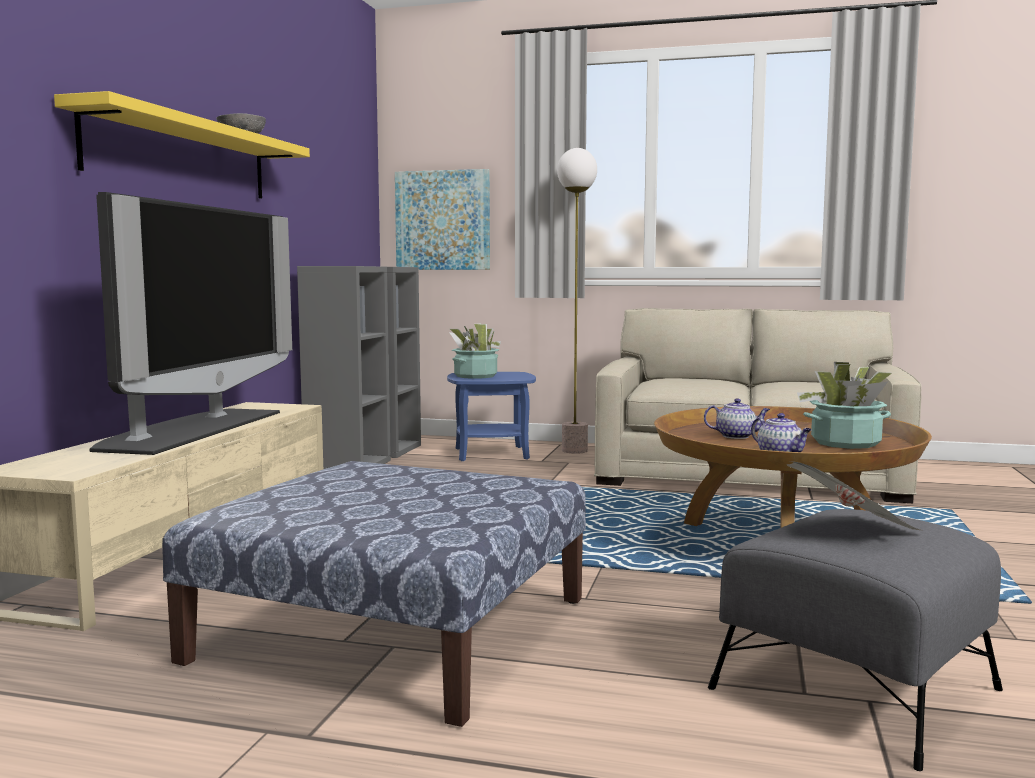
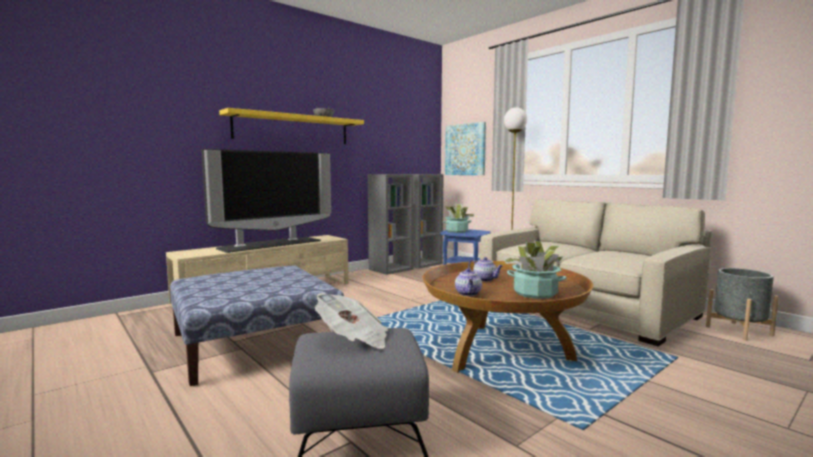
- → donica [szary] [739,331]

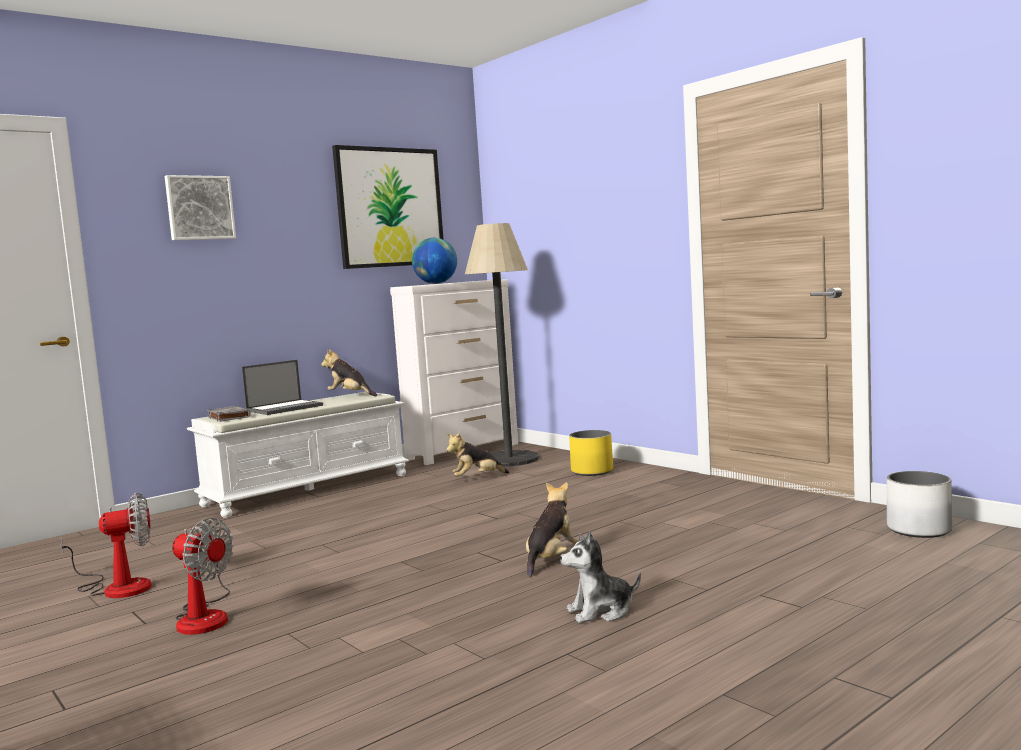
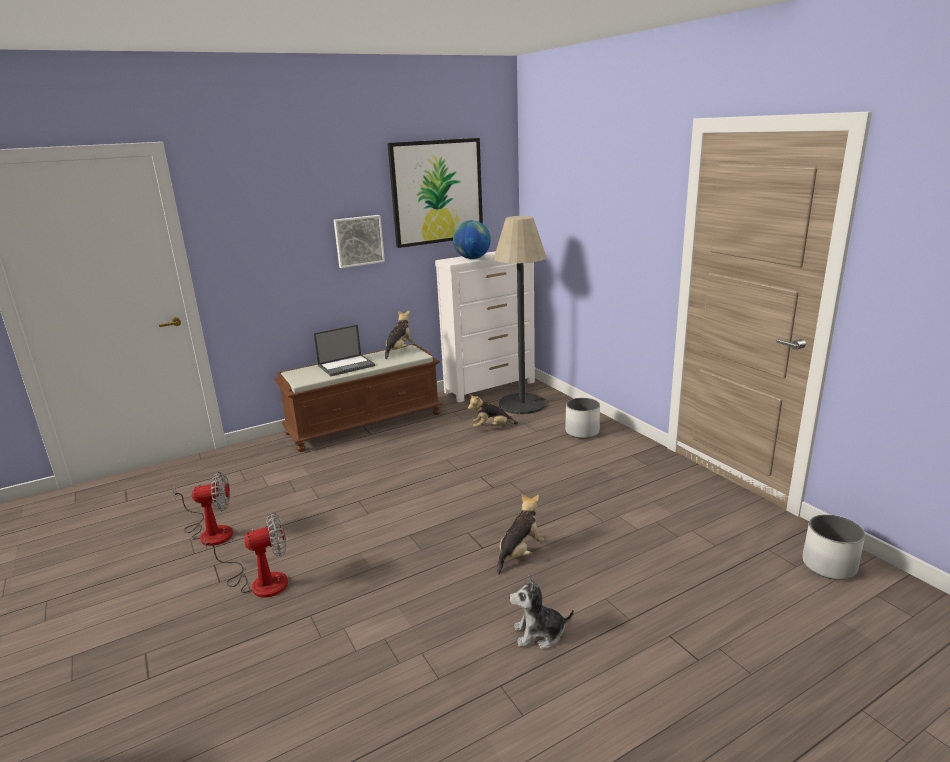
obraz [199,208] → obraz [358,241], moved
wentylator [205,616] → wentylator [260,581], 60 degrees counterclockwise
ławka [biały] [308,489] → ławka [brązowy] [365,423]
książka [szary] [228,417] → -
pluszak [350,395] → pluszak [399,350], 75 degrees clockwise
donica [żółty] [592,471] → donica [biały] [582,432]

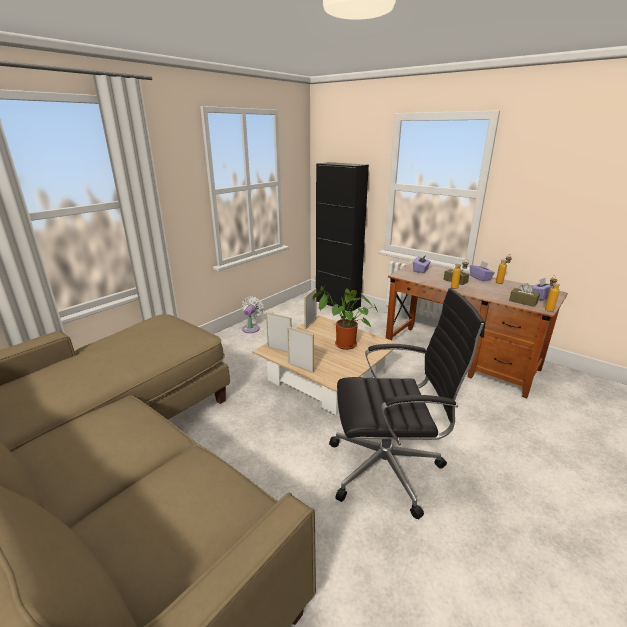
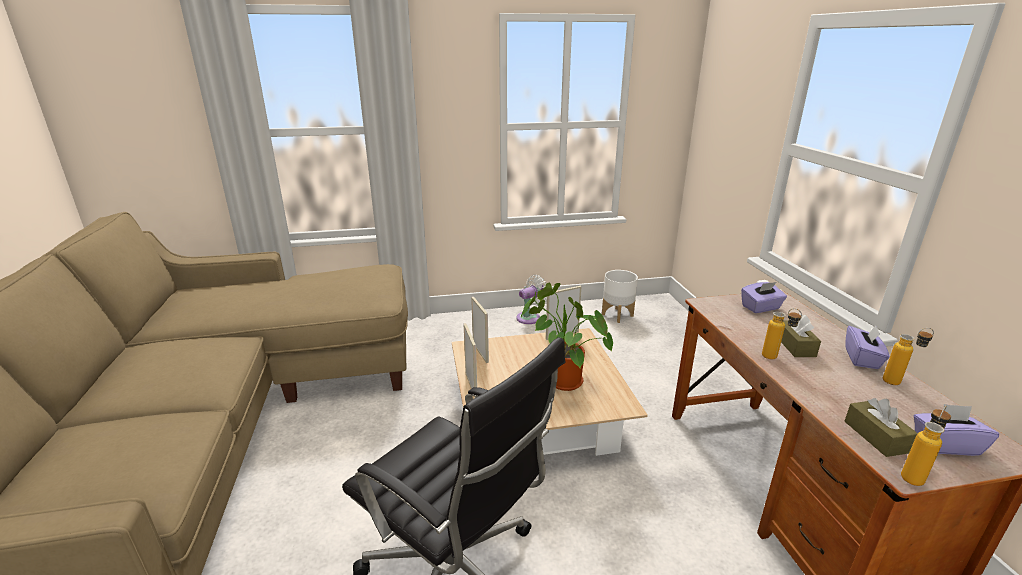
szafka [czarny] [338,304] → -
- → donica [biały] [617,315]

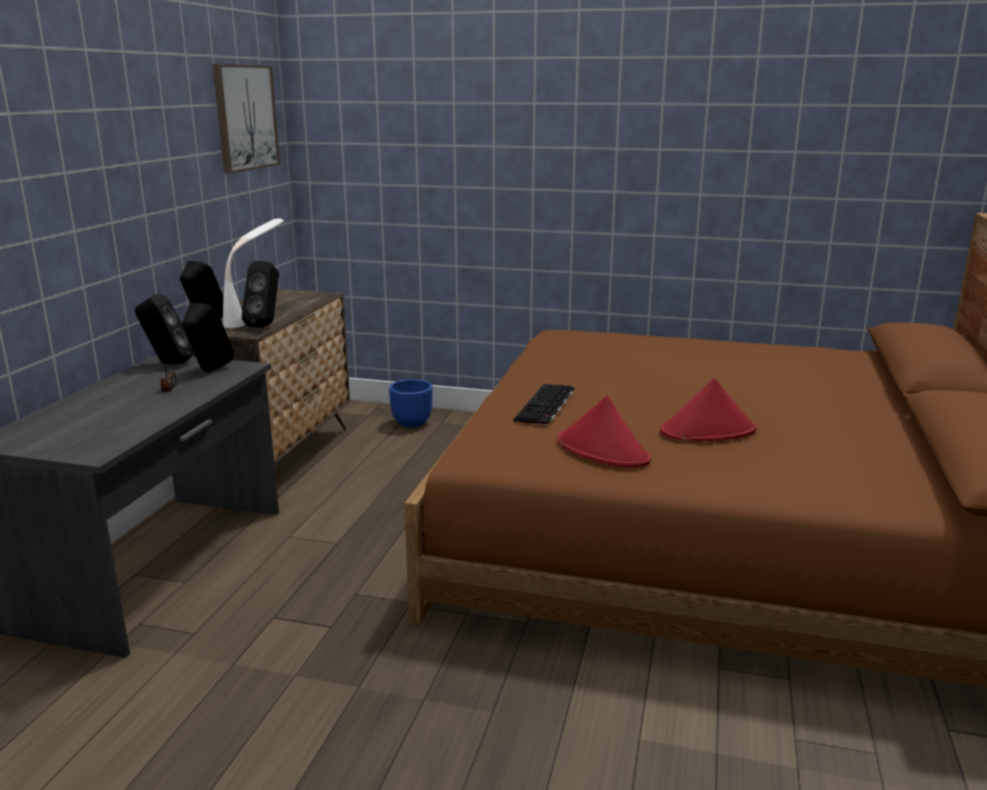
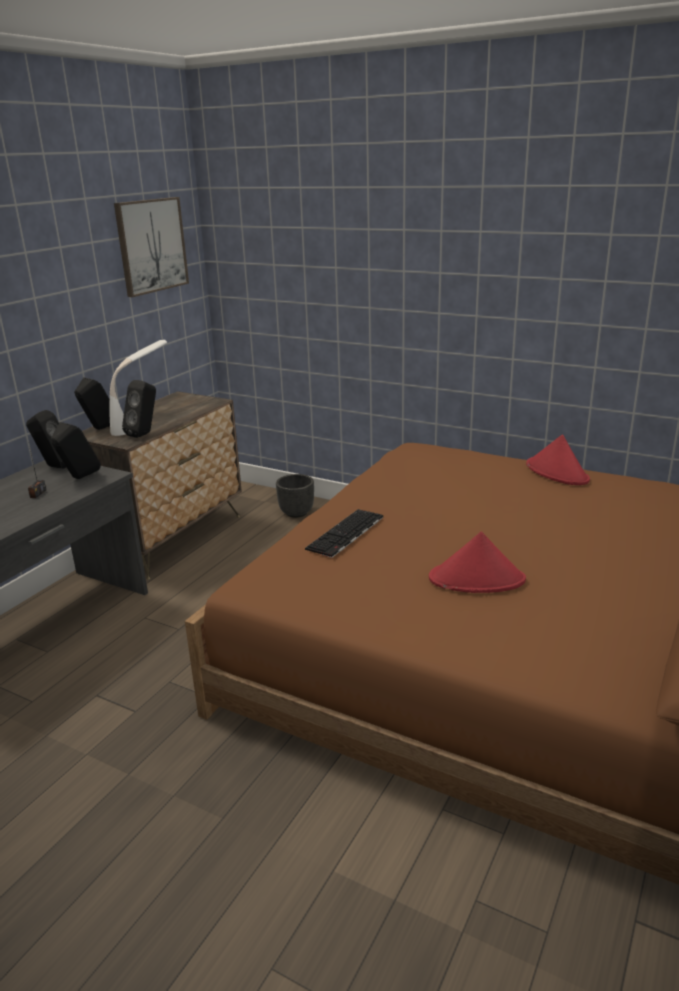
donica [niebieski] [412,423] → donica [czarny] [297,513]
kapelusz [czerwony] [603,451] → kapelusz [czerwony] [557,472], moved

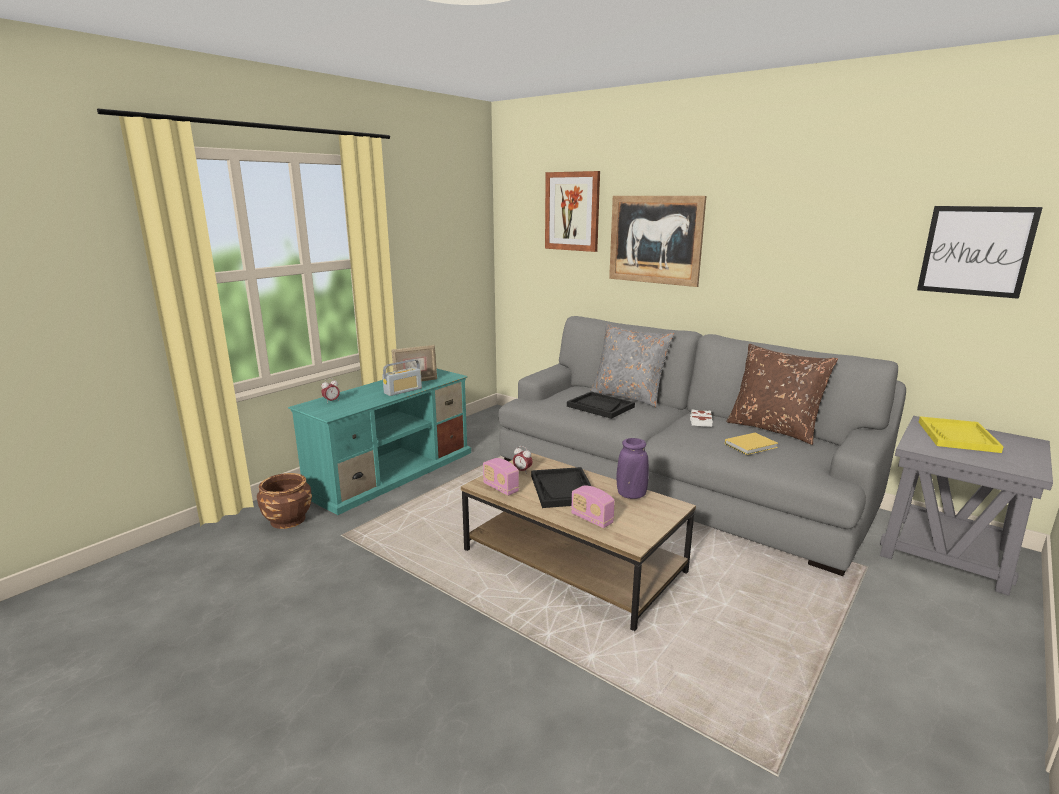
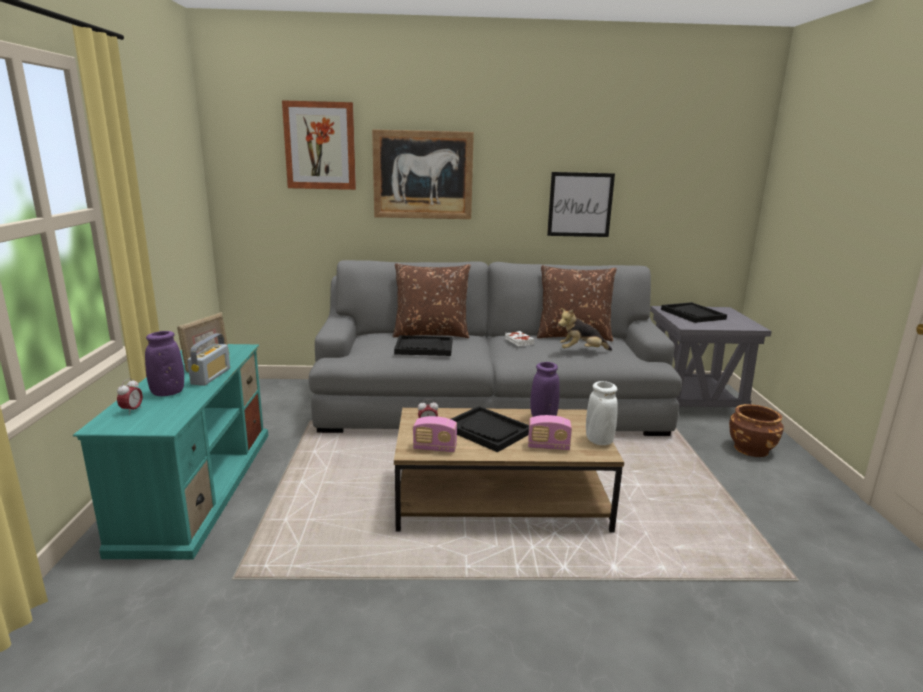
donica [brązowy] [288,520] → donica [brązowy] [751,449], moved
poduszka [szary] [628,396] → poduszka [brązowy] [431,333]
książka [żółty] [752,445] → pluszak [581,351]
obraz [975,251] → obraz [580,204], moved
taca [żółty] [957,436] → taca [czarny] [693,314]
- → wazon [fioletowy] [168,393]
- → wazon [biały] [599,441]

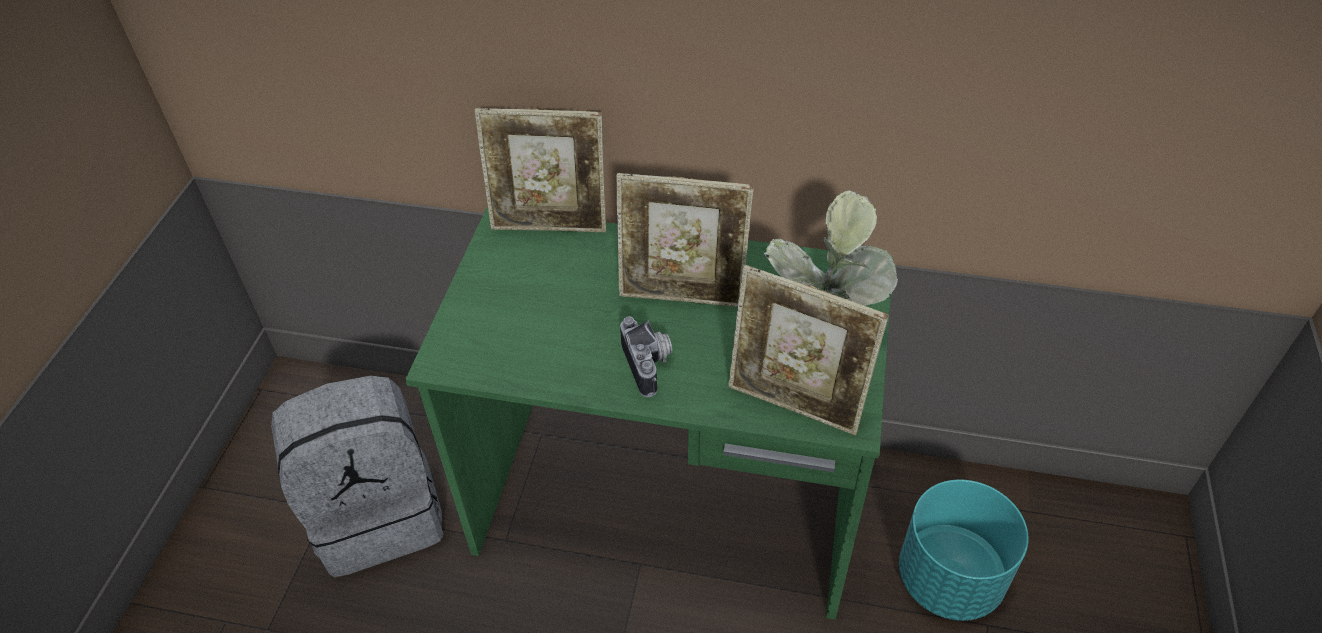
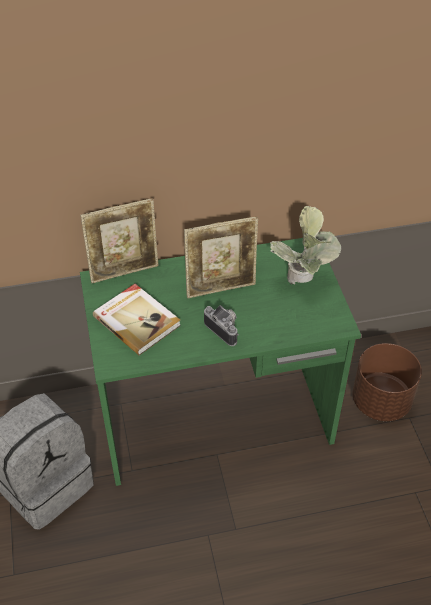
ramka na zdjęcie [795,405] → -
donica [turkusowy] [950,578] → donica [brązowy] [381,401]
- → książka [137,320]

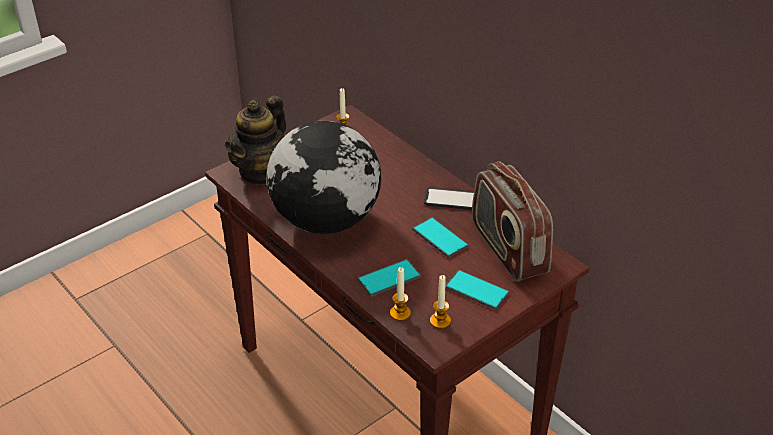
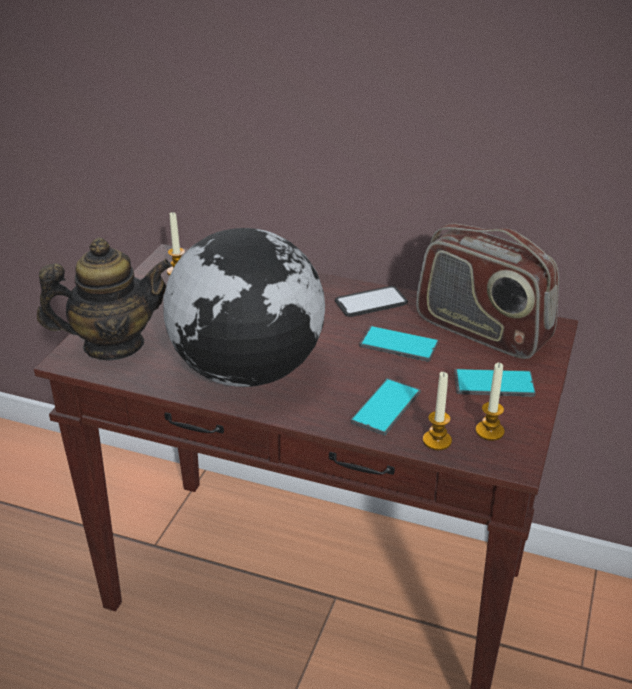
imbryk [261,172] → imbryk [113,345], 105 degrees counterclockwise

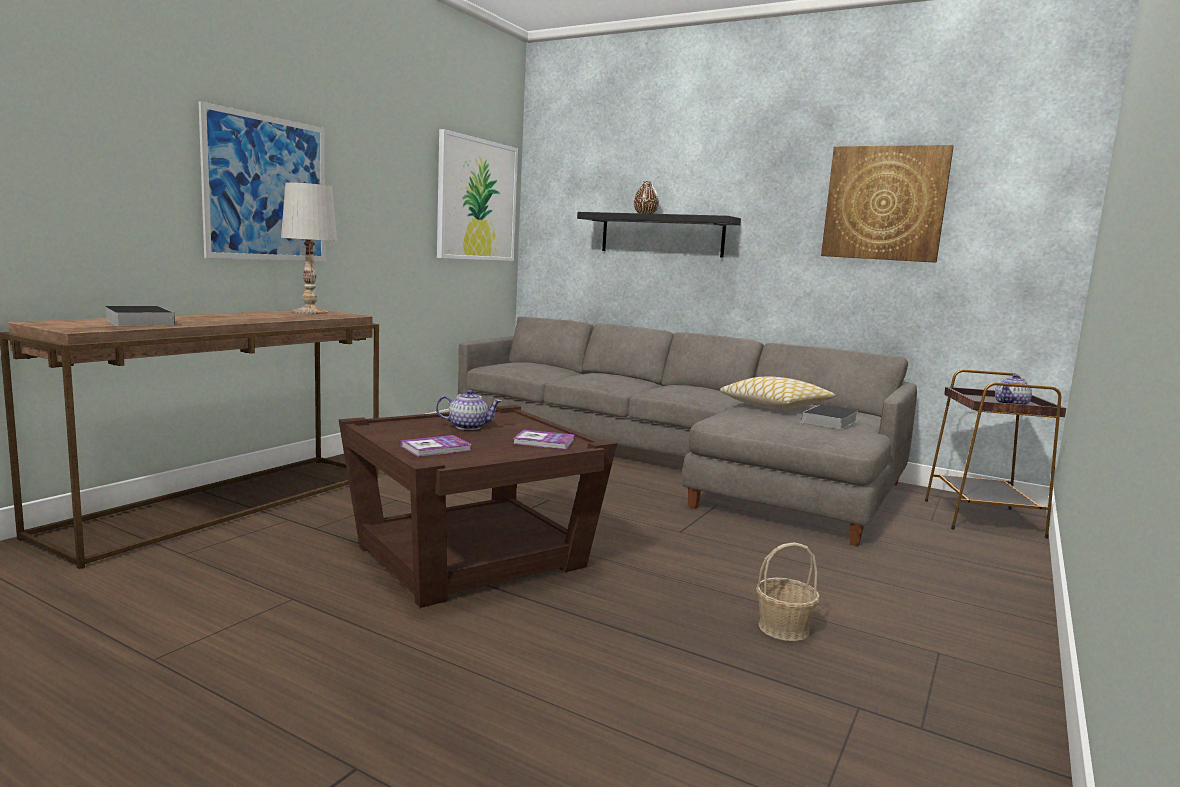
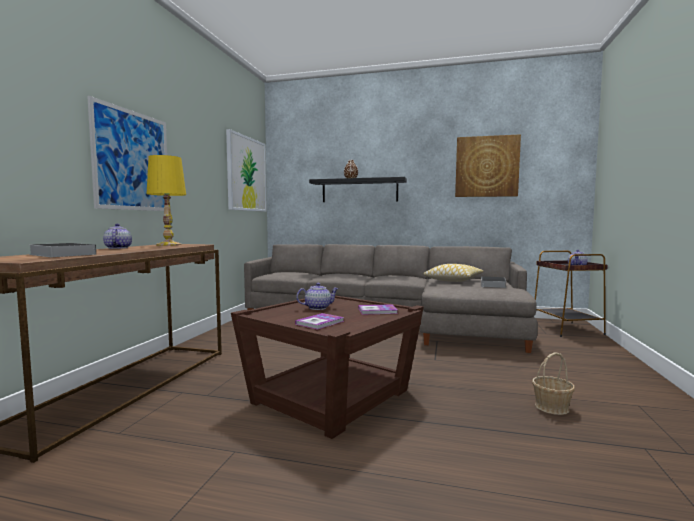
lampa stołowa [biały] [309,312] → lampa stołowa [żółty] [168,244]
- → imbryk [117,248]

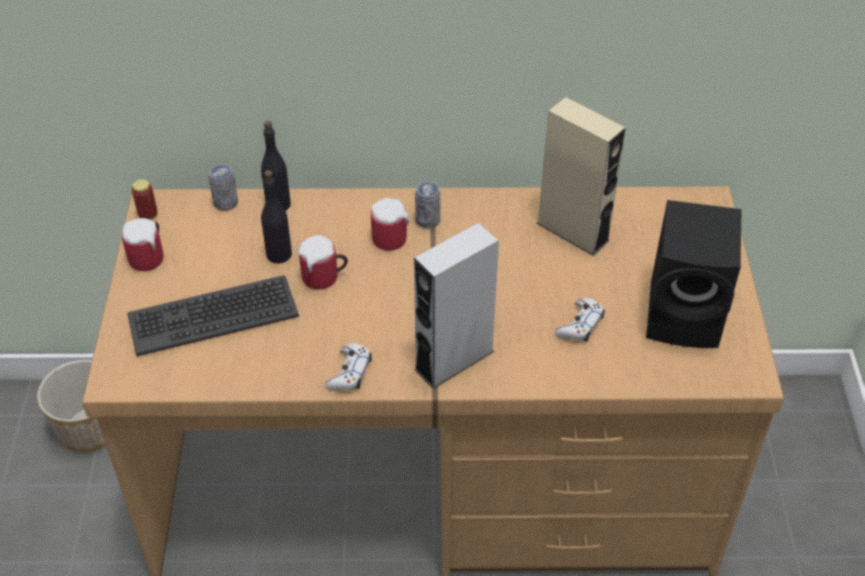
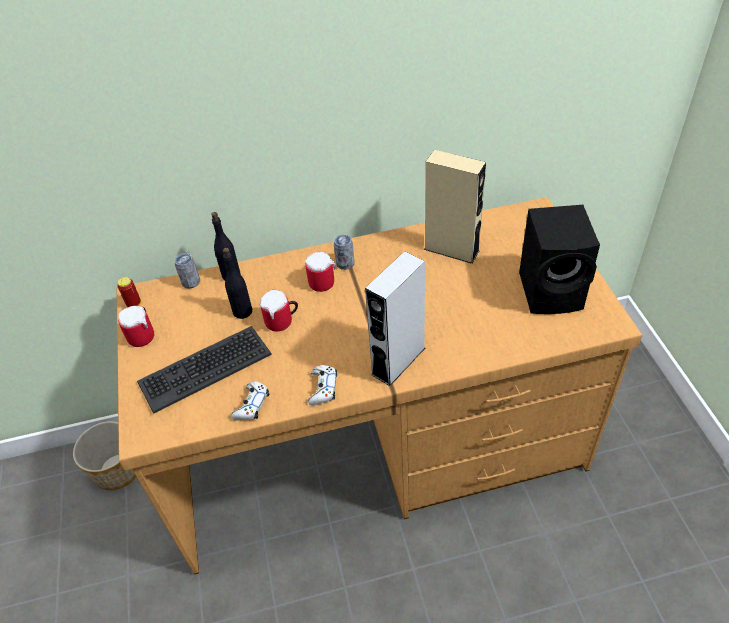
pad do gier [biały] [580,325] → pad do gier [biały] [251,405], moved

